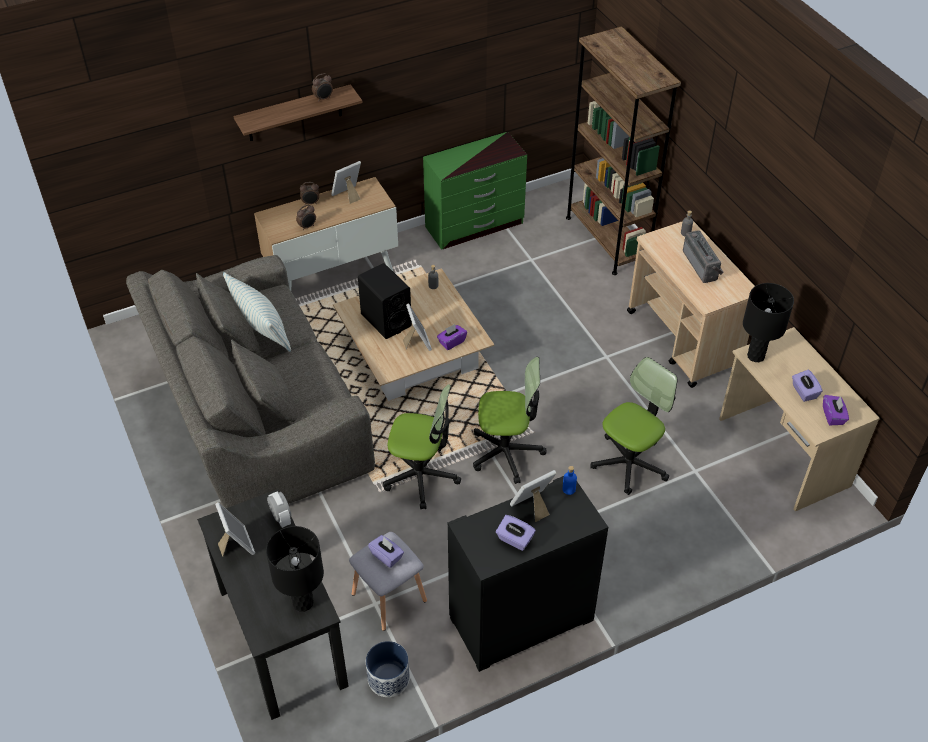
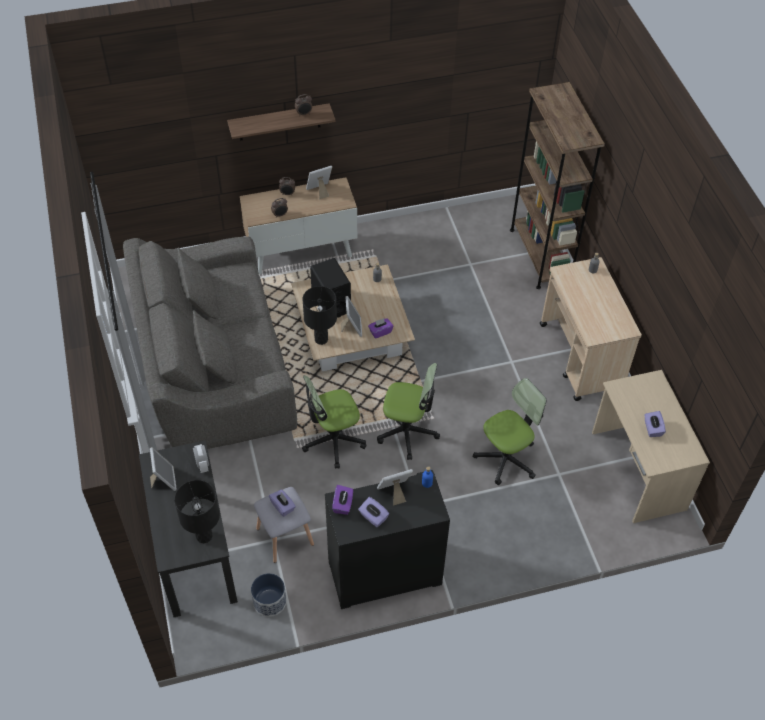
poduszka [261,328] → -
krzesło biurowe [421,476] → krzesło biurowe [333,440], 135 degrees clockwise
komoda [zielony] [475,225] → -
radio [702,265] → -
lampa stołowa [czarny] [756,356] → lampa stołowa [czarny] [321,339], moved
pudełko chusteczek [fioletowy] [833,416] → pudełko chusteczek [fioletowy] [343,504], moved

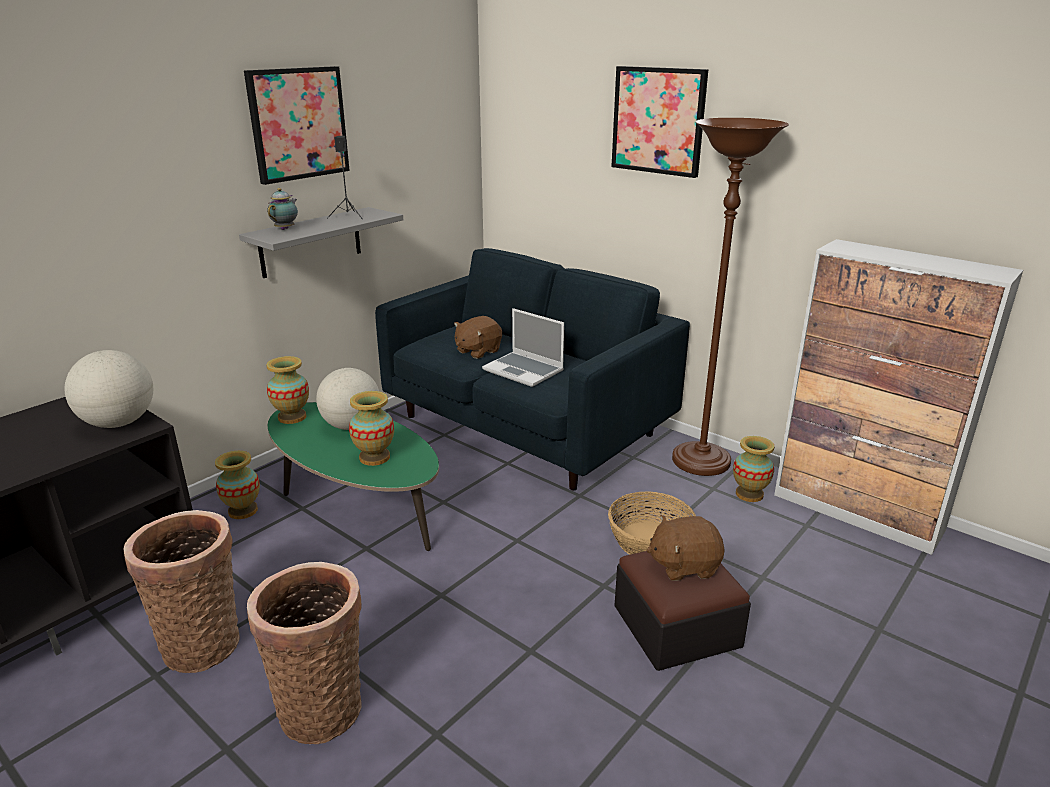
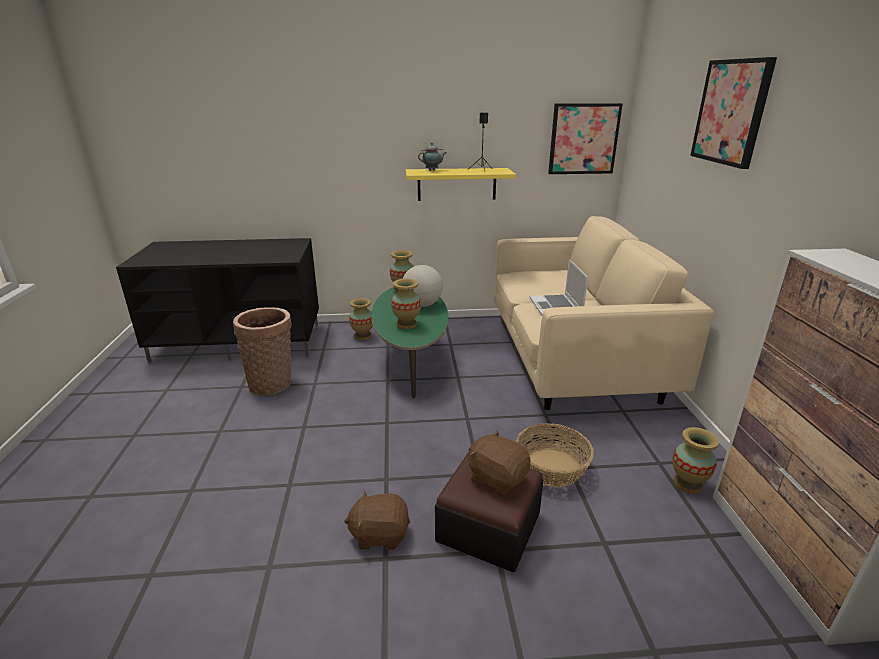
globus [119,423] → -
półka [szary] [311,242] → półka [żółty] [457,184]
obraz [298,124] → obraz [583,139], moved
koszyk [321,705] → -
kanapa [niebieski] [526,425] → kanapa [beżowy] [572,358]
pluszak [brązowy] [477,351] → pluszak [brązowy] [380,534], moved
lampa stojąca [brązowy] [701,462] → -

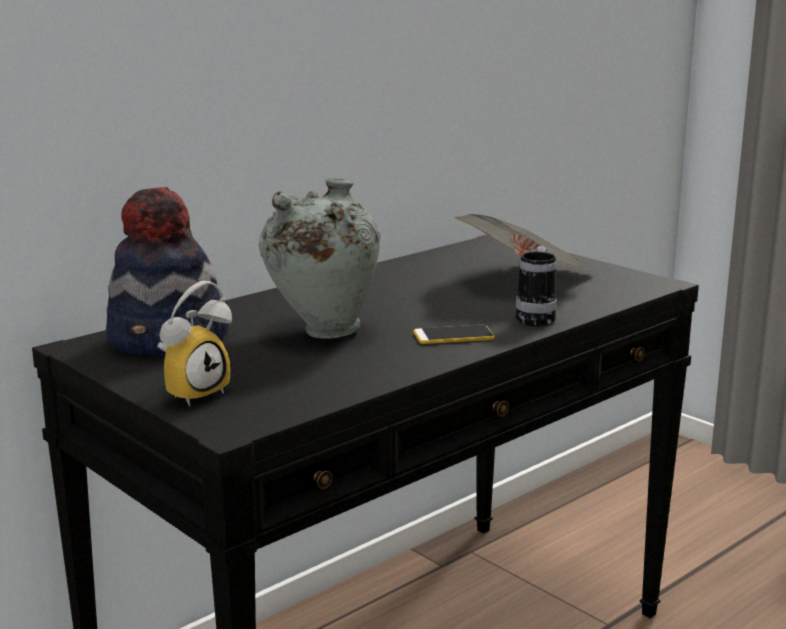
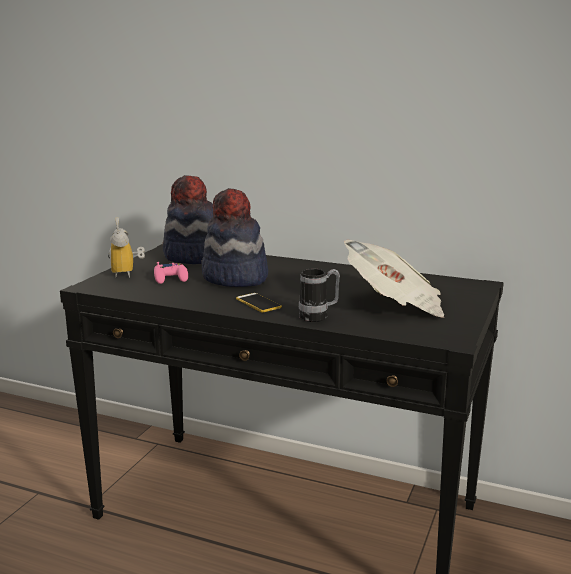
budzik [194,392] → budzik [128,273], 60 degrees clockwise
wazon [szary] [322,332] → kapelusz [234,278]
- → pad do gier [różowy] [171,278]

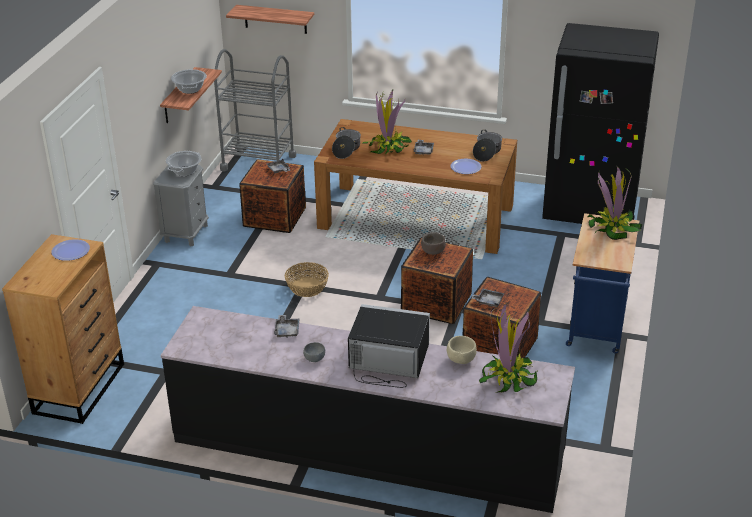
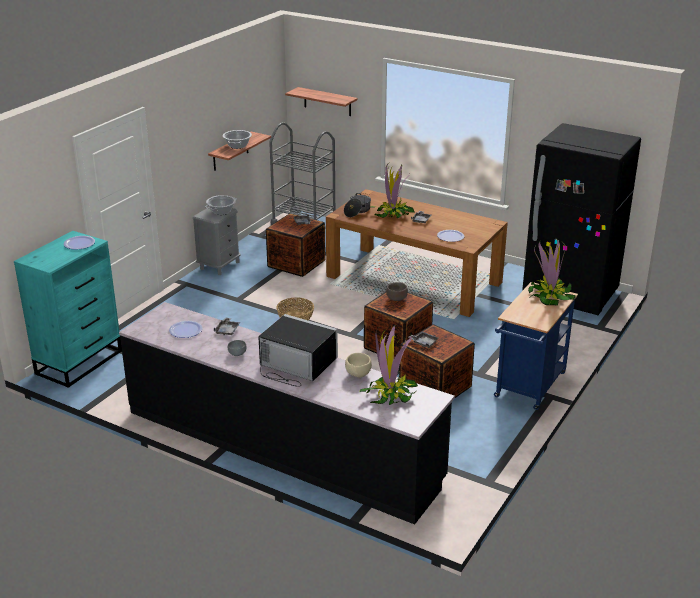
komoda [brązowy] [80,388] → komoda [turkusowy] [80,362]
garnek [487,152] → -
- → talerz [185,330]

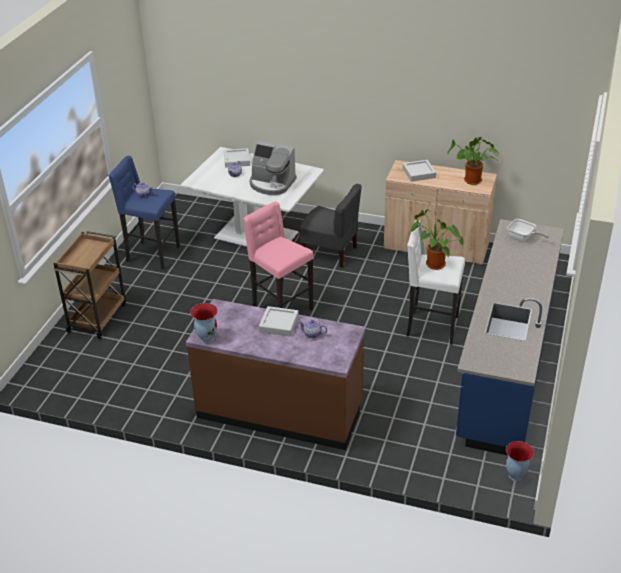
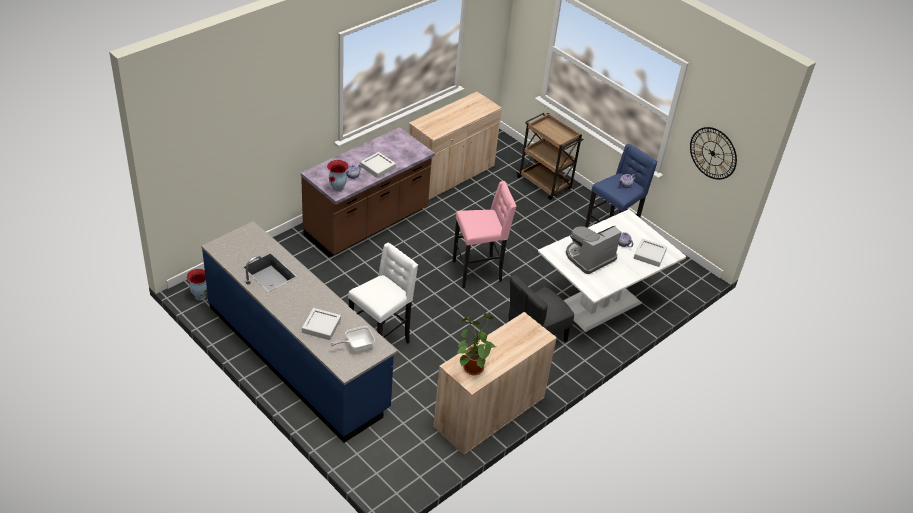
wazon [207,338] → wazon [338,188], moved
taca [szary] [419,173] → taca [szary] [321,326], moved
roślina doniczkowa [433,264] → -
- → szafka [beżowy] [450,175]
- → zegar ścienny [713,153]

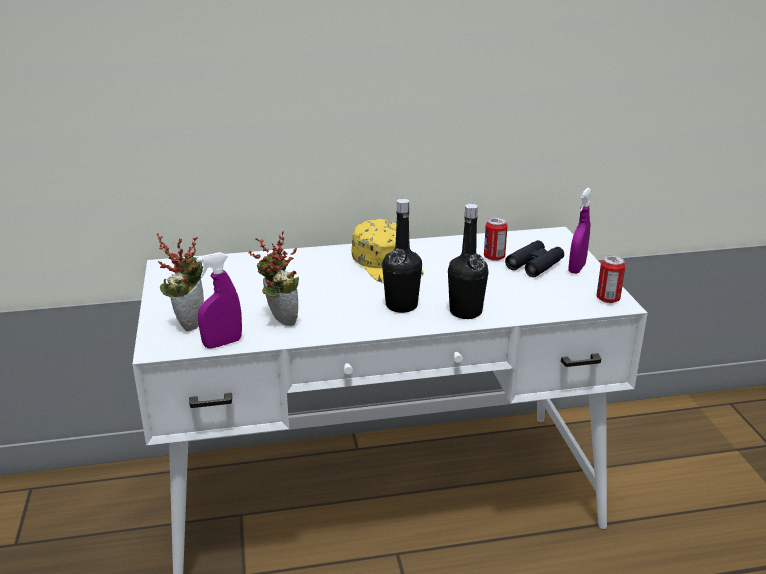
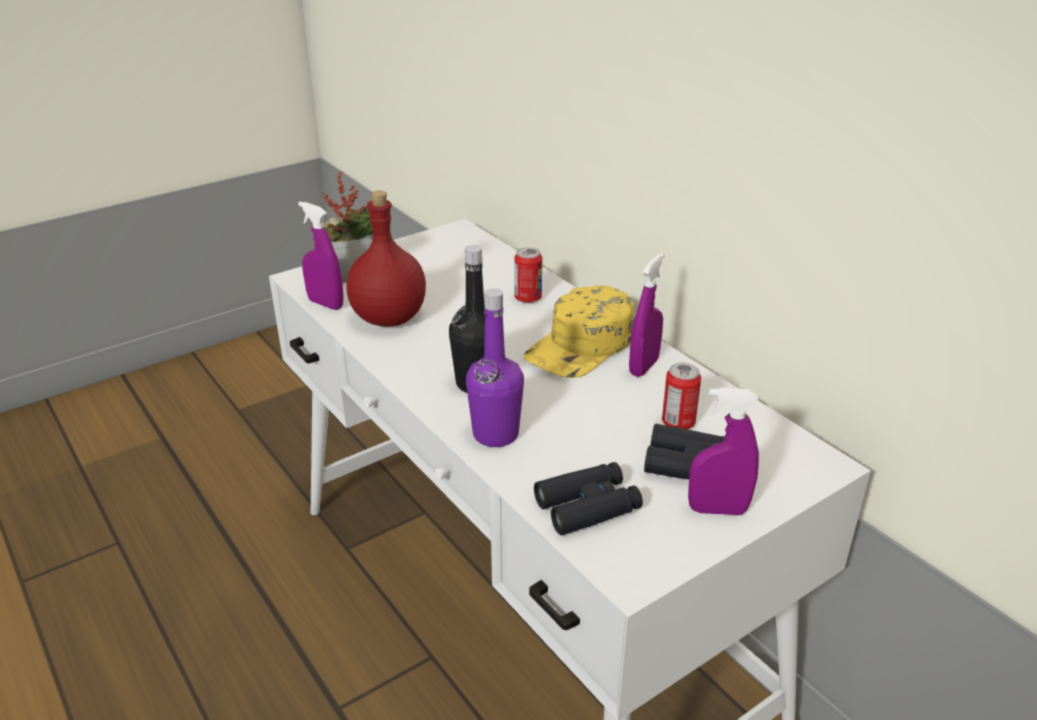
roślina doniczkowa [279,320] → butelka [czerwony] [390,318]
butelka [czarny] [465,312] → butelka [fioletowy] [495,434]
puszka [608,299] → puszka [528,298], moved
- → lornetka [czarny] [588,506]
- → spryskiwacz [fioletowy] [643,367]

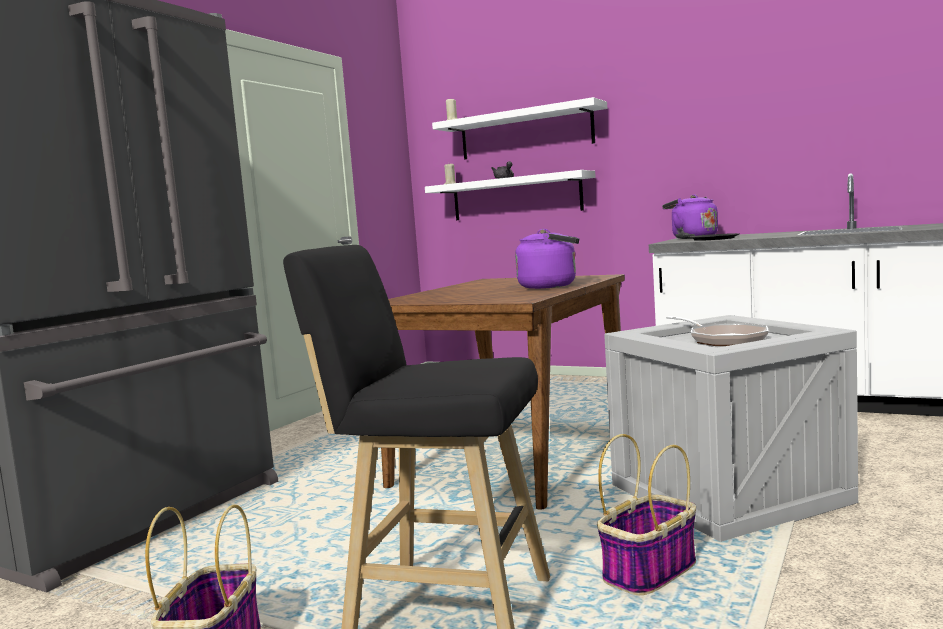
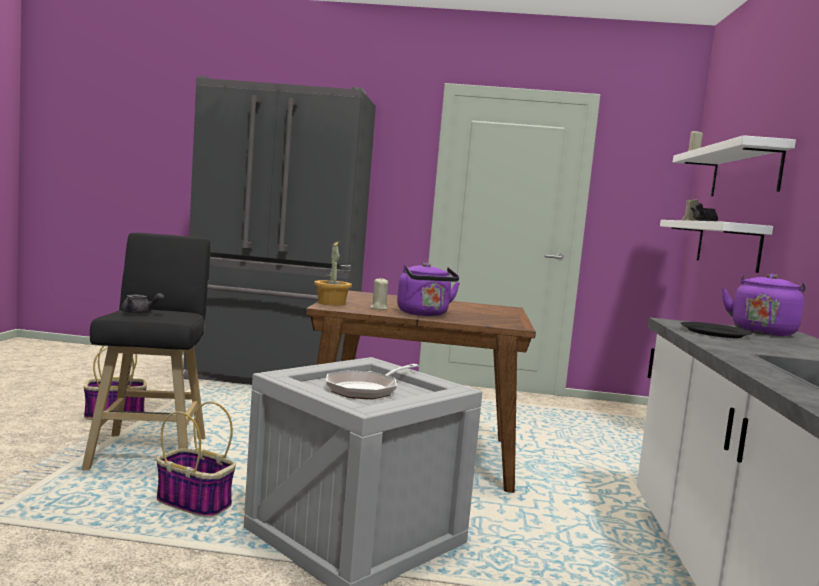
- → imbryk [szary] [140,313]
- → roślina doniczkowa [332,303]
- → świeca [beżowy] [378,308]

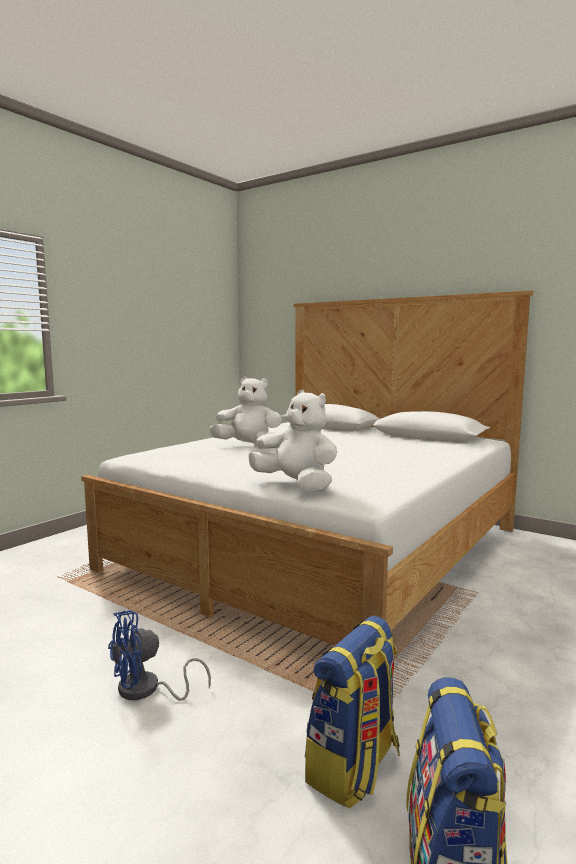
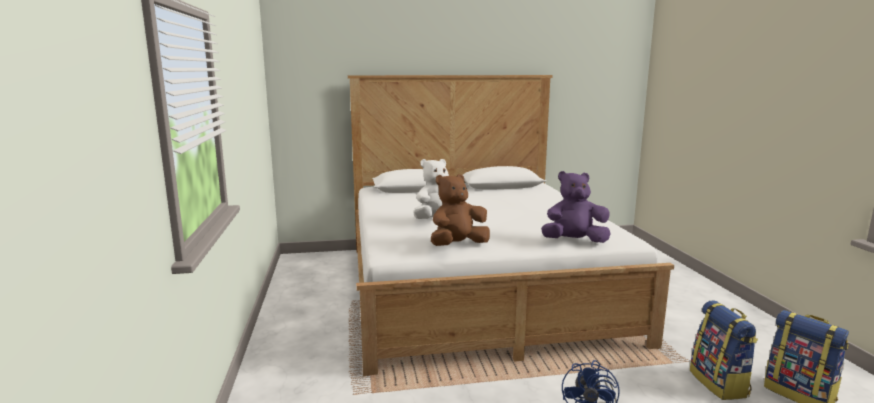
pluszak [biały] [296,485] → pluszak [fioletowy] [574,241]
- → pluszak [brązowy] [458,245]

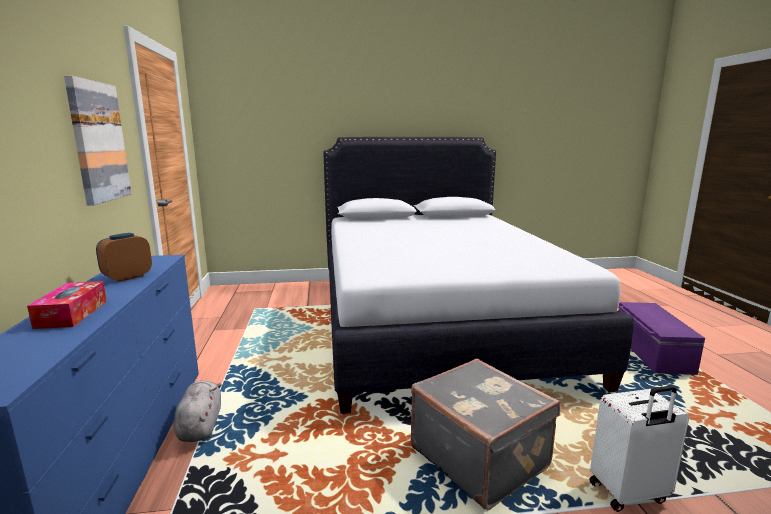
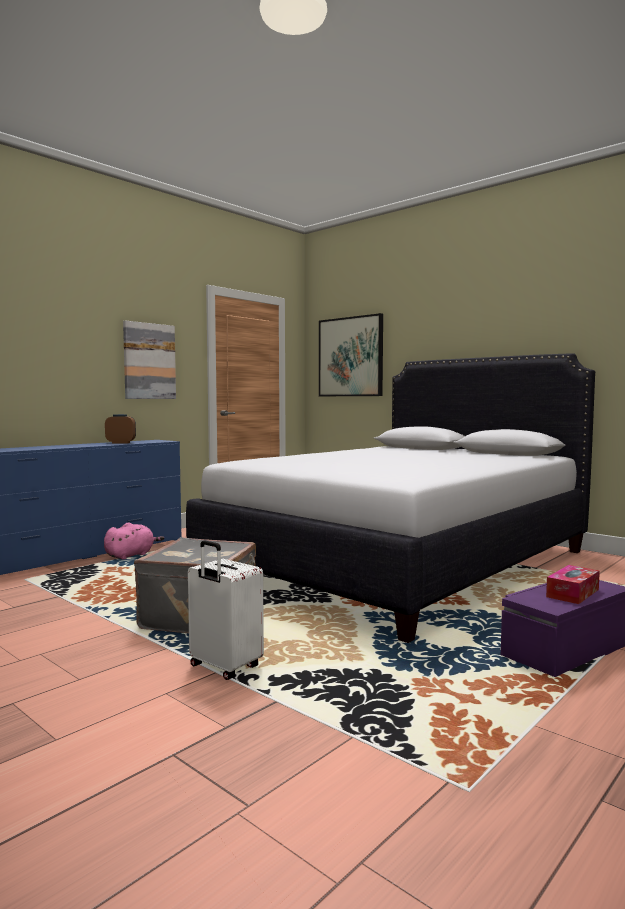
pudełko chusteczek [72,314] → pudełko chusteczek [573,593], moved
pluszak [szary] [200,426] → pluszak [różowy] [131,555]
- → obraz [350,357]

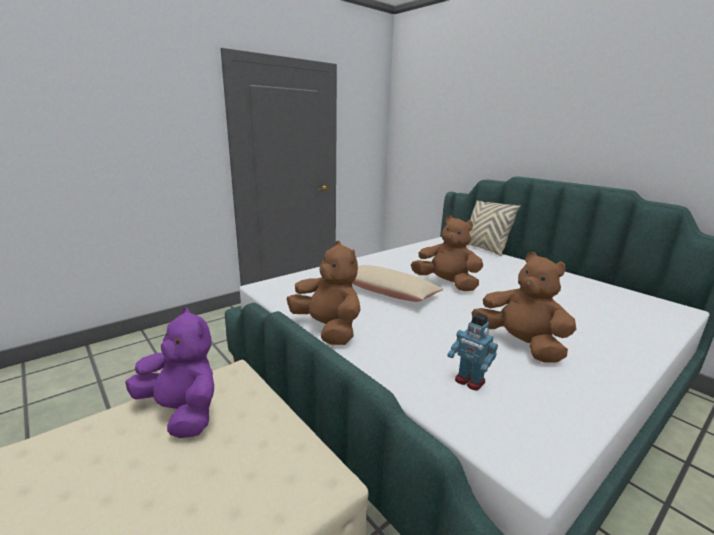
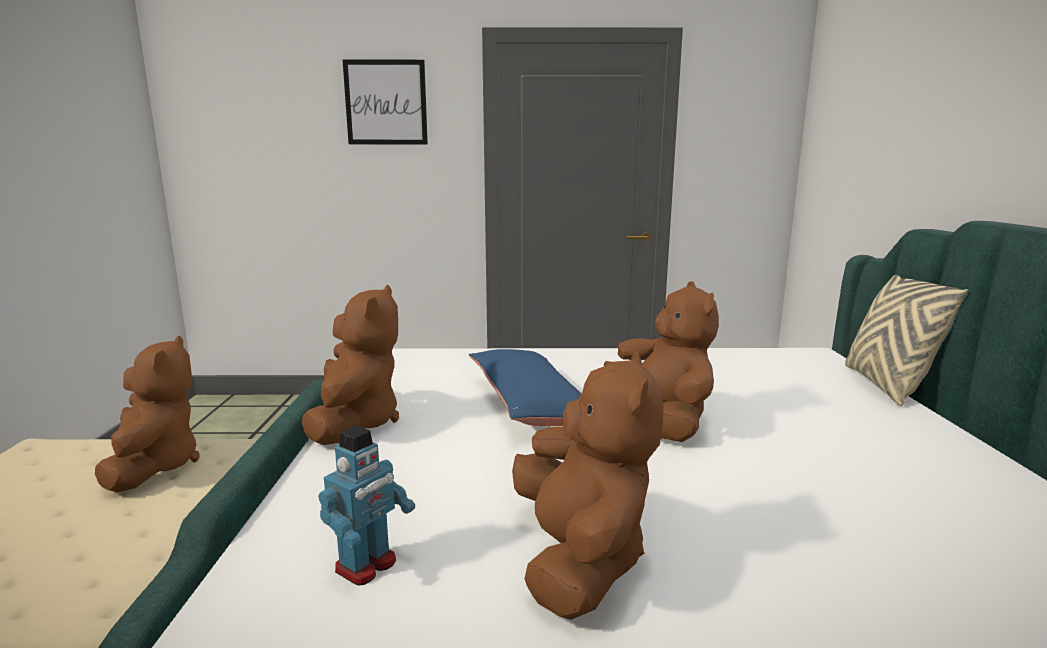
pluszak [fioletowy] [182,412] → pluszak [brązowy] [154,466]
poduszka [beżowy] [387,293] → poduszka [niebieski] [530,404]
robot zabawkowy [469,381] → robot zabawkowy [367,566], 135 degrees counterclockwise
- → obraz [386,102]

